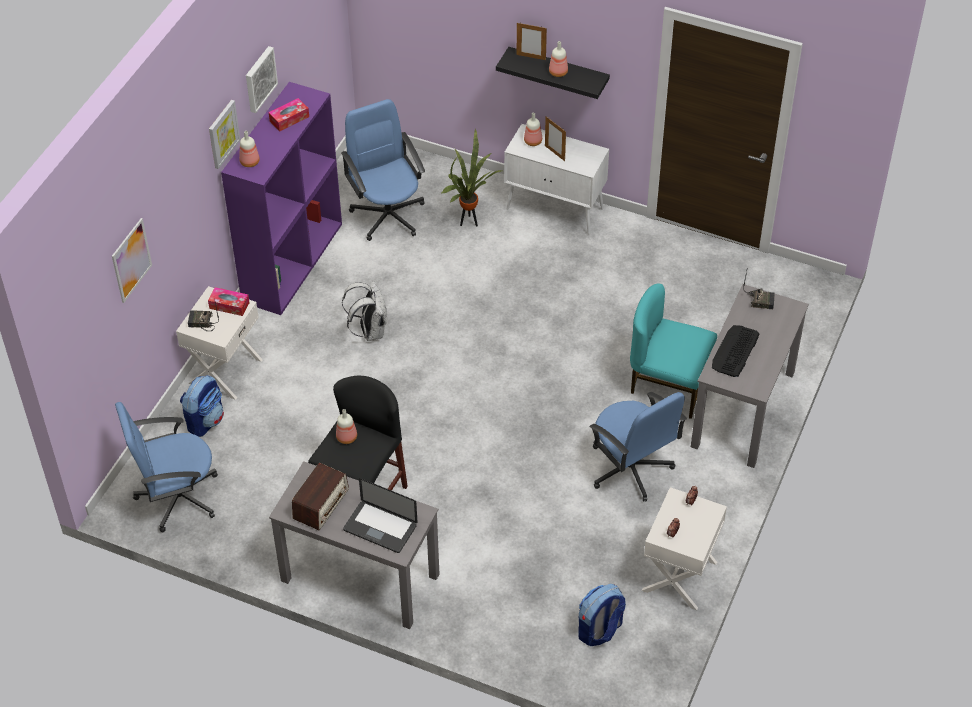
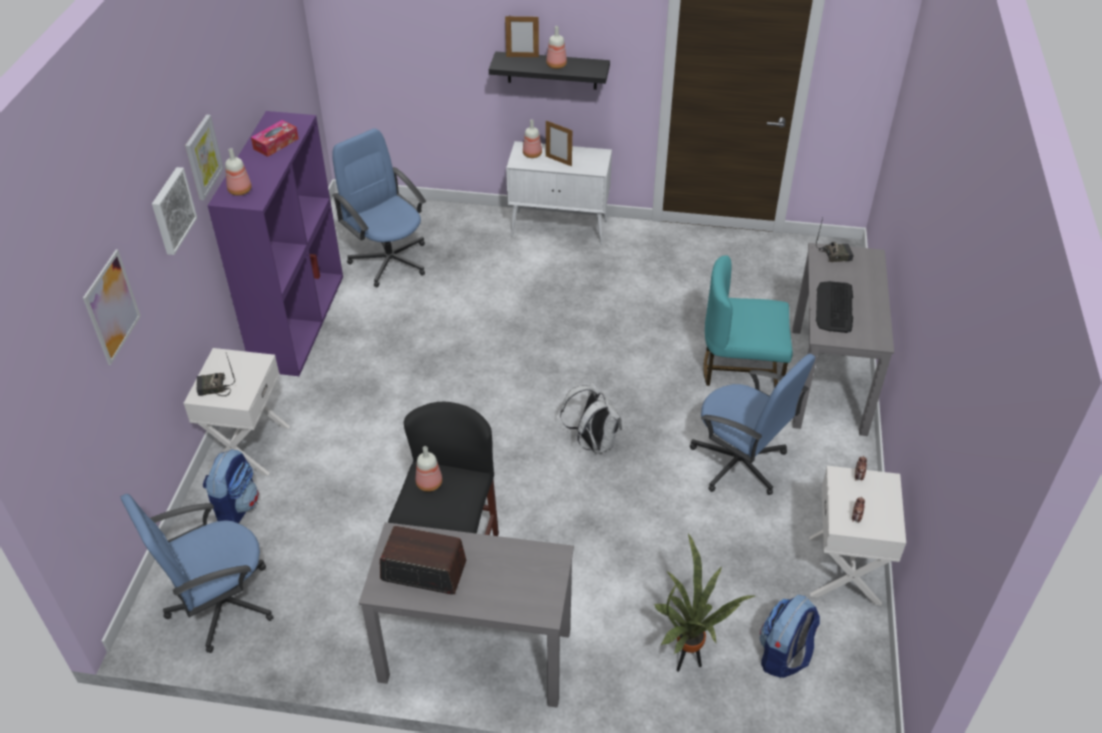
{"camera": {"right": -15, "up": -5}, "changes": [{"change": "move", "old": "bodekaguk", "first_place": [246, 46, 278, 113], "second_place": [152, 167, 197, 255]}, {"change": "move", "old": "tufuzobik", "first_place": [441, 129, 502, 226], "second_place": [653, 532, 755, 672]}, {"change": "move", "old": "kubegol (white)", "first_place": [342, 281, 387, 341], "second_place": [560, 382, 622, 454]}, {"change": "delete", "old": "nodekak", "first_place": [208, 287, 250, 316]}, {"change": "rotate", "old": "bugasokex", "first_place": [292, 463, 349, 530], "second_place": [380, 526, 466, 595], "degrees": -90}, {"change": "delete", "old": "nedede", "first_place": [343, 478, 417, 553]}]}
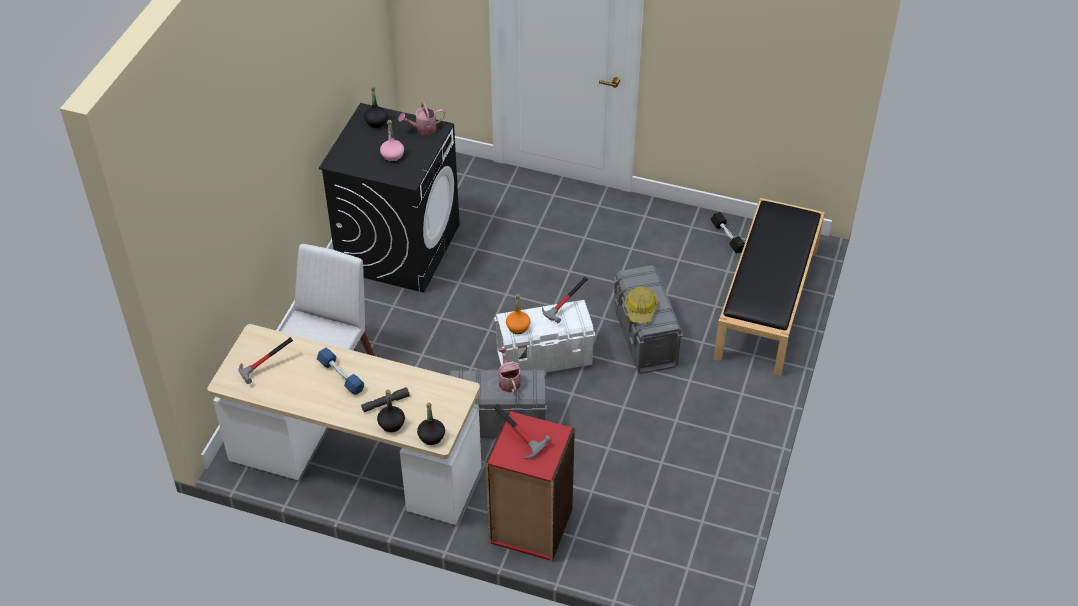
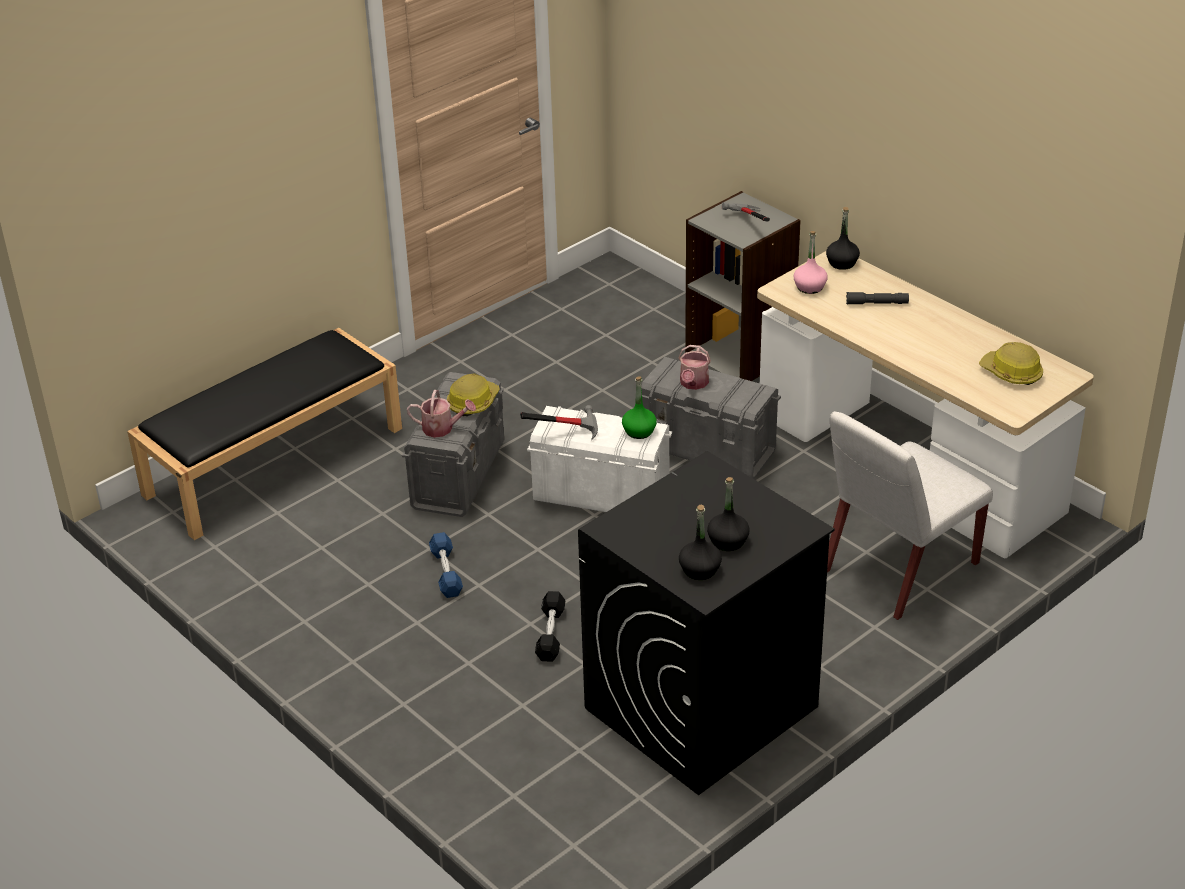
{"camera": {"right": -150, "up": -10}, "changes": [{"change": "move", "old": "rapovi", "first_place": [398, 103, 445, 135], "second_place": [407, 390, 476, 438]}, {"change": "move", "old": "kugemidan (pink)", "first_place": [380, 120, 404, 162], "second_place": [794, 231, 828, 294]}, {"change": "move", "old": "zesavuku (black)", "first_place": [711, 212, 745, 253], "second_place": [535, 591, 566, 662]}, {"change": "recolor", "old": "kugemidan (orange)", "new": "kugemidan (green)", "first_place": [506, 294, 531, 334], "second_place": [622, 376, 657, 439]}, {"change": "replace", "old": "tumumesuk", "new": "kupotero", "first_place": [238, 337, 293, 384], "second_place": [979, 342, 1043, 385]}, {"change": "move", "old": "zesavuku (blue)", "first_place": [317, 348, 364, 395], "second_place": [429, 532, 463, 598]}, {"change": "move", "old": "kugemidan (black)", "first_place": [377, 389, 405, 432], "second_place": [707, 477, 750, 551]}, {"change": "recolor", "old": "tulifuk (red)", "new": "tulifuk (grey)", "first_place": [485, 410, 575, 561], "second_place": [685, 191, 801, 381]}]}
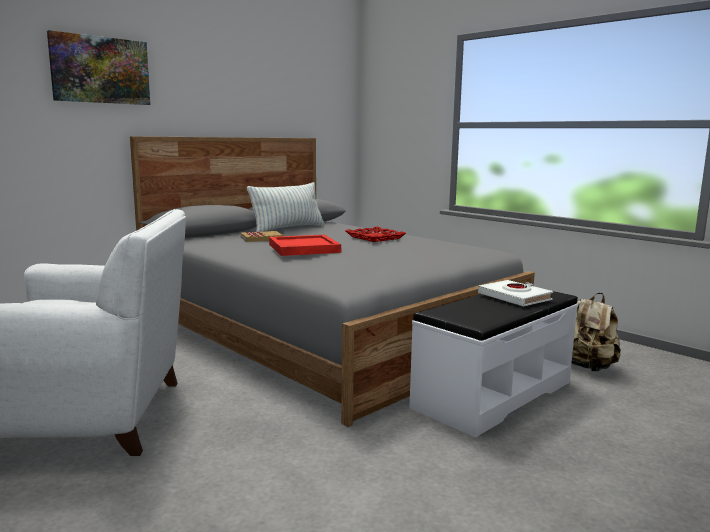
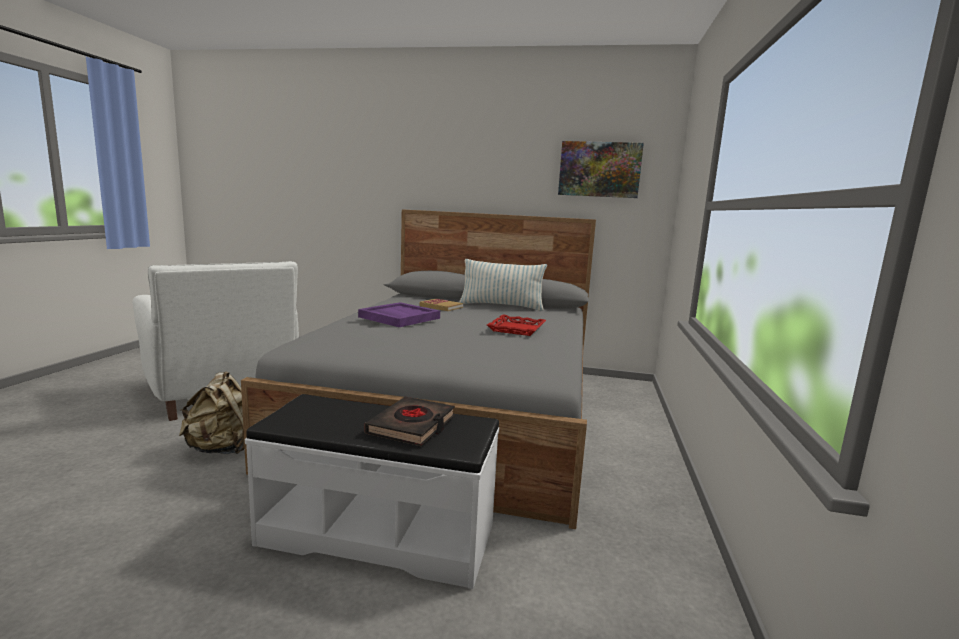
{"camera": {"right": 55, "up": 0}, "changes": [{"change": "move", "old": "bodekaguk", "first_place": [47, 30, 150, 105], "second_place": [558, 141, 644, 198]}, {"change": "recolor", "old": "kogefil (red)", "new": "kogefil (purple)", "first_place": [269, 235, 341, 256], "second_place": [358, 302, 440, 327]}, {"change": "recolor", "old": "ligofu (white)", "new": "ligofu (black)", "first_place": [478, 280, 553, 306], "second_place": [365, 397, 455, 446]}, {"change": "move", "old": "kubegol (beige)", "first_place": [572, 293, 621, 371], "second_place": [179, 371, 245, 454]}]}
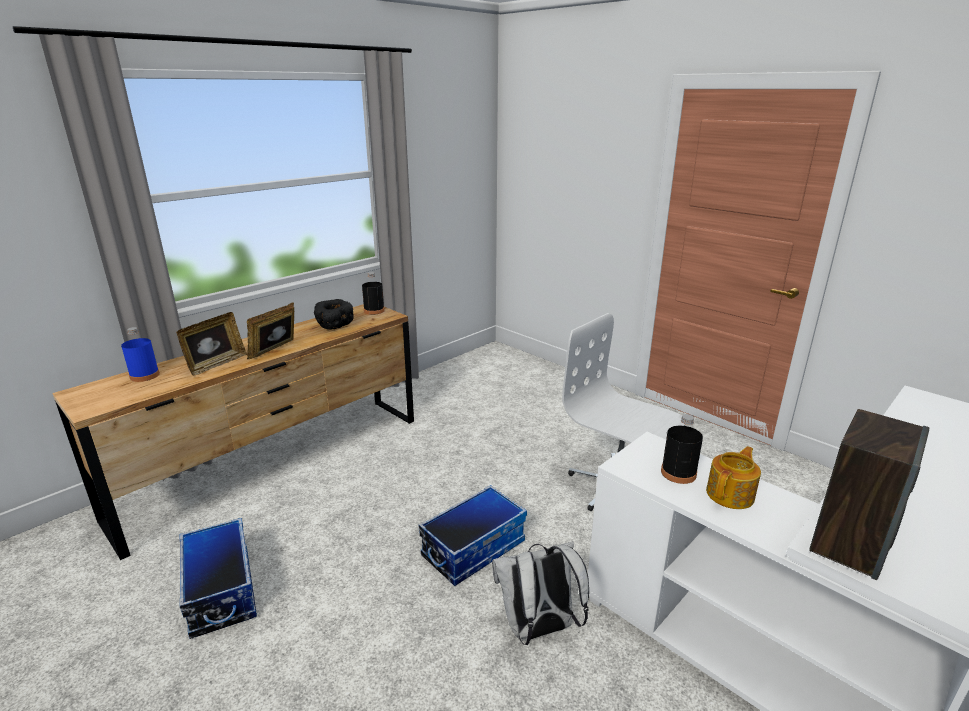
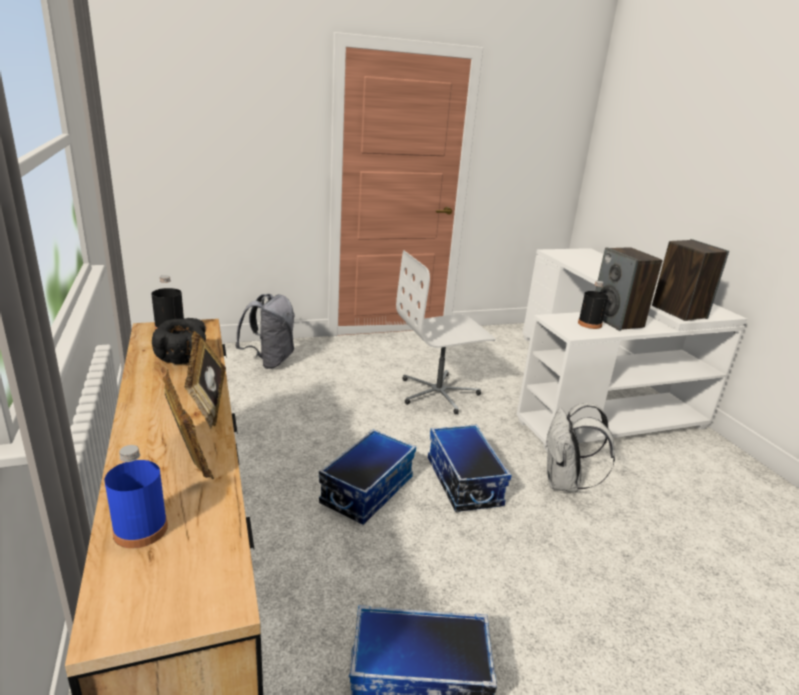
{"camera": {"right": -65, "up": 0}, "changes": [{"change": "replace", "old": "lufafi", "new": "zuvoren", "first_place": [706, 446, 761, 509], "second_place": [595, 247, 663, 330]}, {"change": "insert", "new": "kubegol (grey)", "second_place": [235, 294, 295, 369]}, {"change": "insert", "new": "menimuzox", "second_place": [319, 429, 416, 525]}]}
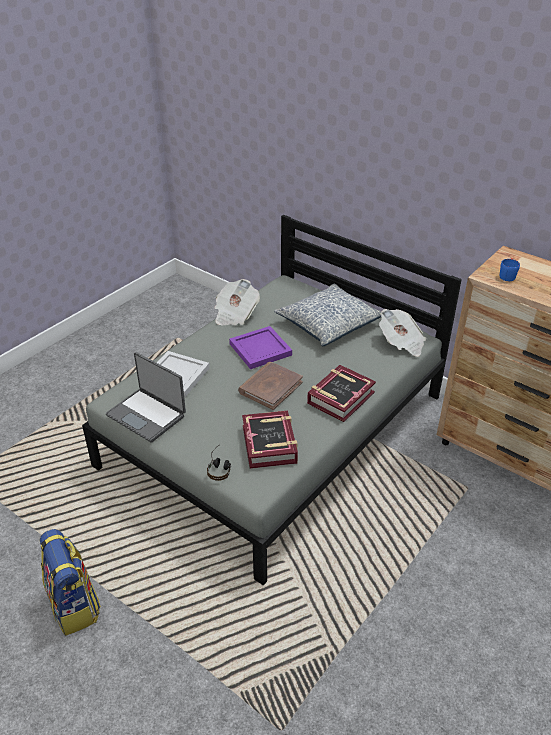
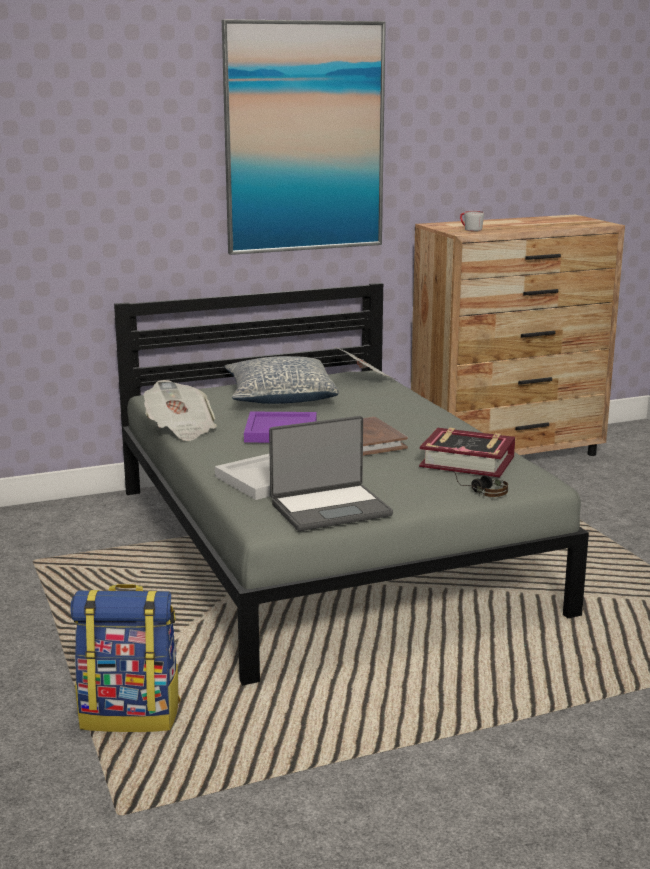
{"camera": {"right": -60, "up": -20}, "changes": [{"change": "recolor", "old": "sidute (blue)", "new": "sidute (grey)", "first_place": [500, 258, 520, 281], "second_place": [460, 211, 484, 231]}, {"change": "delete", "old": "ligofu", "first_place": [307, 365, 376, 422]}, {"change": "move", "old": "kubegol", "first_place": [40, 529, 101, 636], "second_place": [70, 584, 181, 732]}, {"change": "insert", "new": "bodekaguk", "second_place": [222, 19, 386, 255]}]}
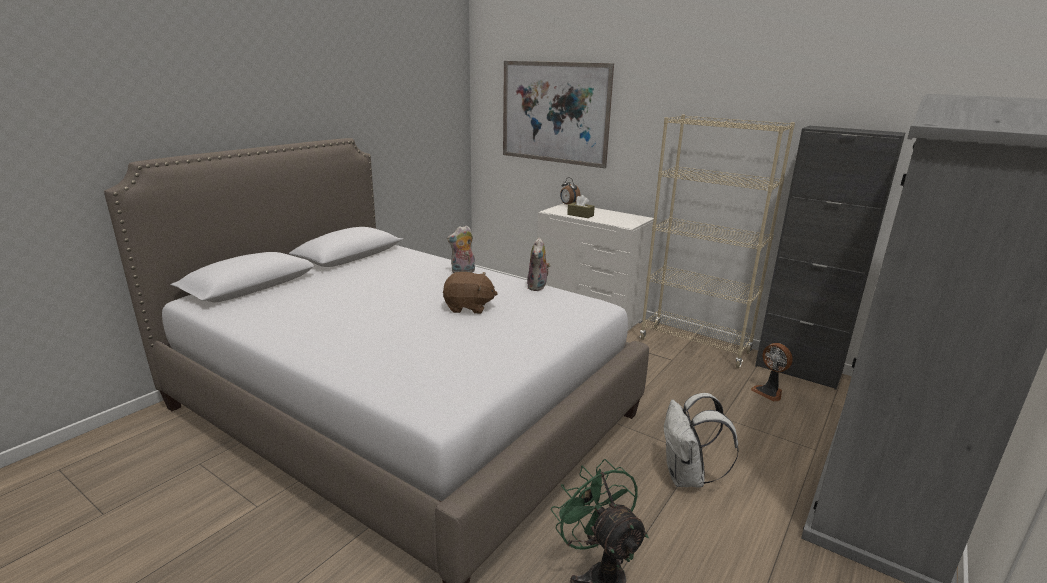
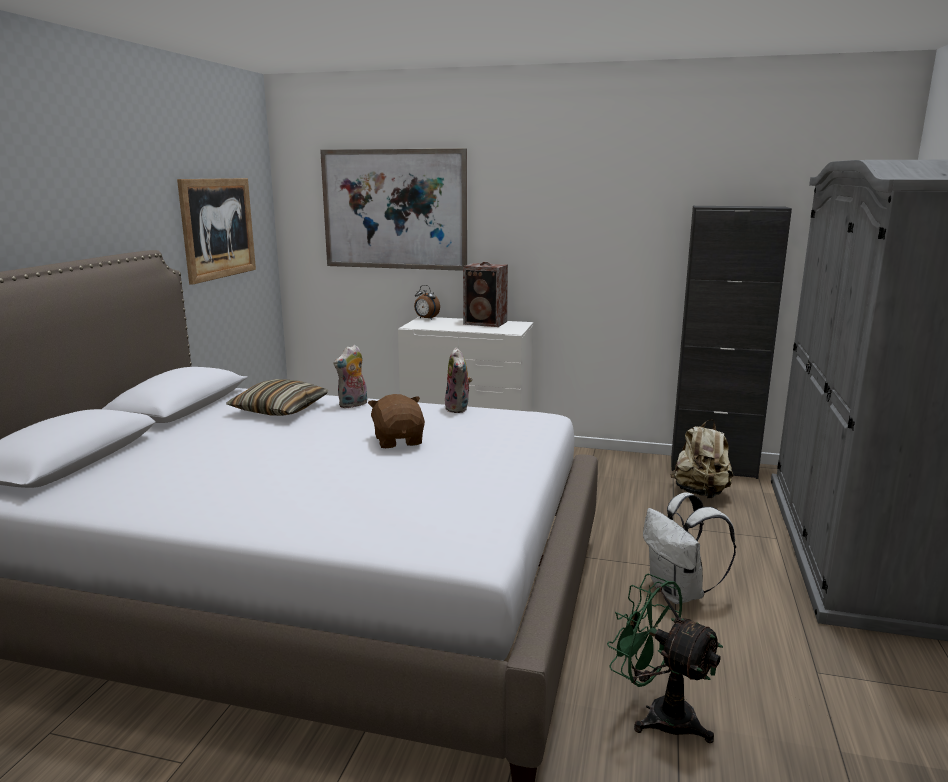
{"camera": {"right": -20, "up": -5}, "changes": [{"change": "delete", "old": "tulifuk (beige)", "first_place": [640, 114, 795, 368]}, {"change": "delete", "old": "nodekak (brown)", "first_place": [567, 195, 595, 218]}, {"change": "rotate", "old": "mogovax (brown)", "first_place": [443, 272, 498, 314], "second_place": [368, 394, 425, 448], "degrees": -90}, {"change": "replace", "old": "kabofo", "new": "kubegol (beige)", "first_place": [751, 343, 793, 402], "second_place": [670, 419, 733, 498]}, {"change": "insert", "new": "bodekaguk", "second_place": [177, 178, 256, 285]}, {"change": "insert", "new": "zuvoren", "second_place": [463, 262, 508, 327]}, {"change": "insert", "new": "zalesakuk", "second_place": [226, 379, 329, 416]}]}
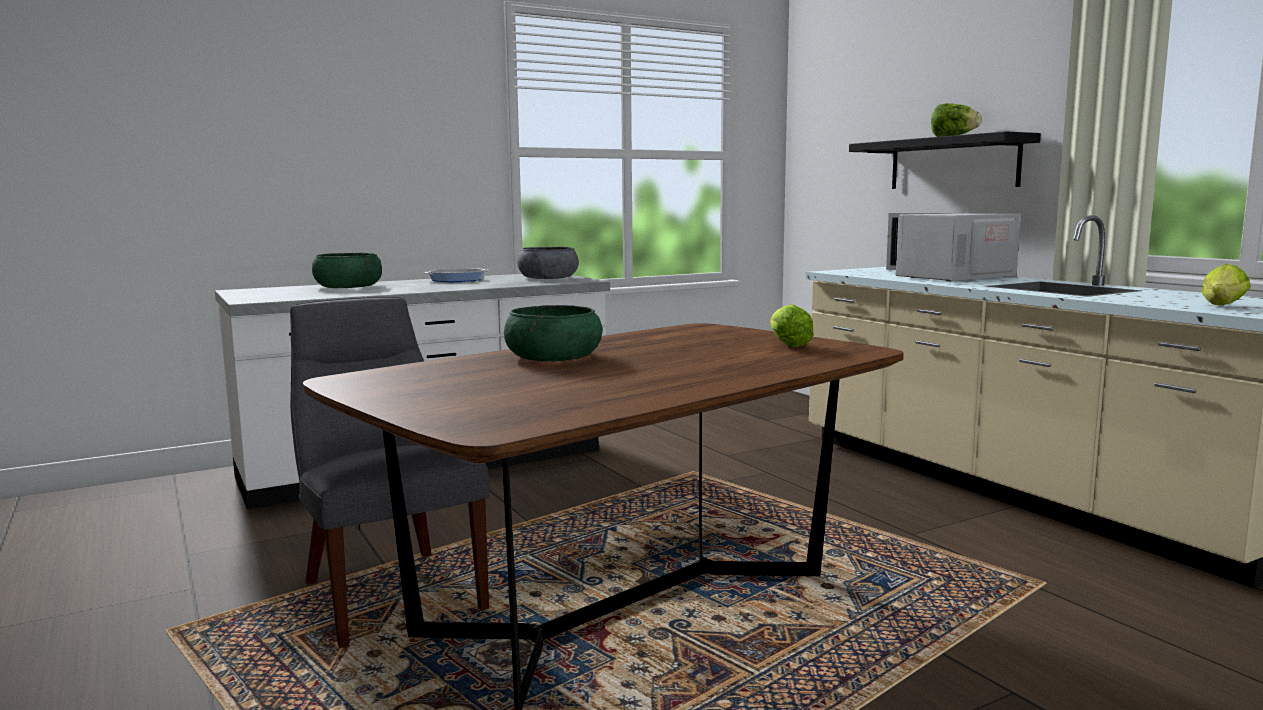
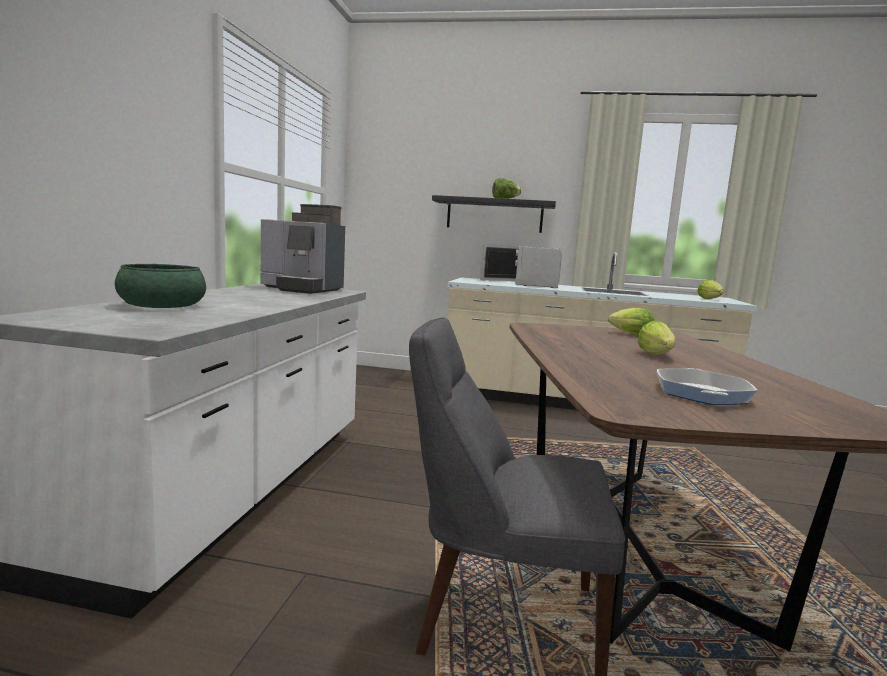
{"camera": {"right": -50, "up": 0}, "changes": [{"change": "replace", "old": "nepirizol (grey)", "new": "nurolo", "first_place": [517, 247, 579, 279], "second_place": [261, 204, 345, 294]}, {"change": "move", "old": "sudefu", "first_place": [424, 268, 489, 282], "second_place": [657, 368, 758, 405]}, {"change": "delete", "old": "nepirizol (green)", "first_place": [504, 305, 603, 361]}, {"change": "insert", "new": "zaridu", "second_place": [637, 321, 676, 355]}]}
